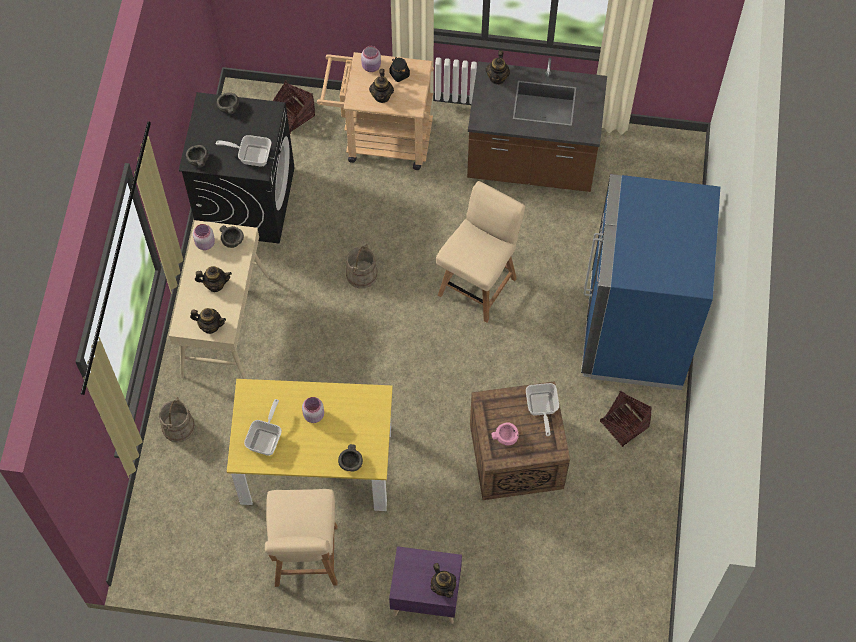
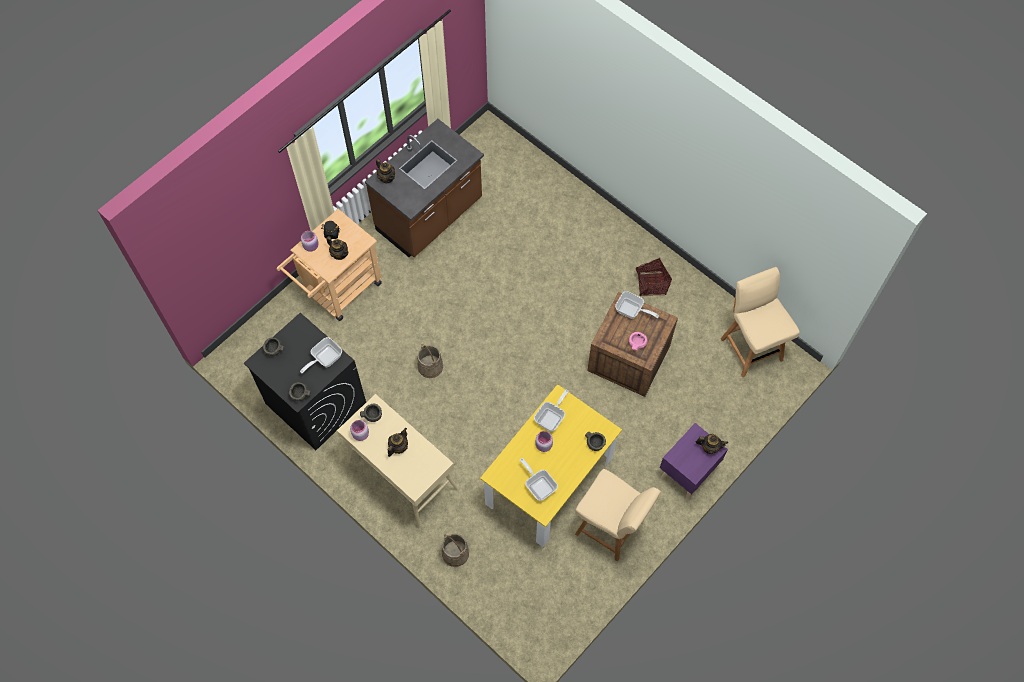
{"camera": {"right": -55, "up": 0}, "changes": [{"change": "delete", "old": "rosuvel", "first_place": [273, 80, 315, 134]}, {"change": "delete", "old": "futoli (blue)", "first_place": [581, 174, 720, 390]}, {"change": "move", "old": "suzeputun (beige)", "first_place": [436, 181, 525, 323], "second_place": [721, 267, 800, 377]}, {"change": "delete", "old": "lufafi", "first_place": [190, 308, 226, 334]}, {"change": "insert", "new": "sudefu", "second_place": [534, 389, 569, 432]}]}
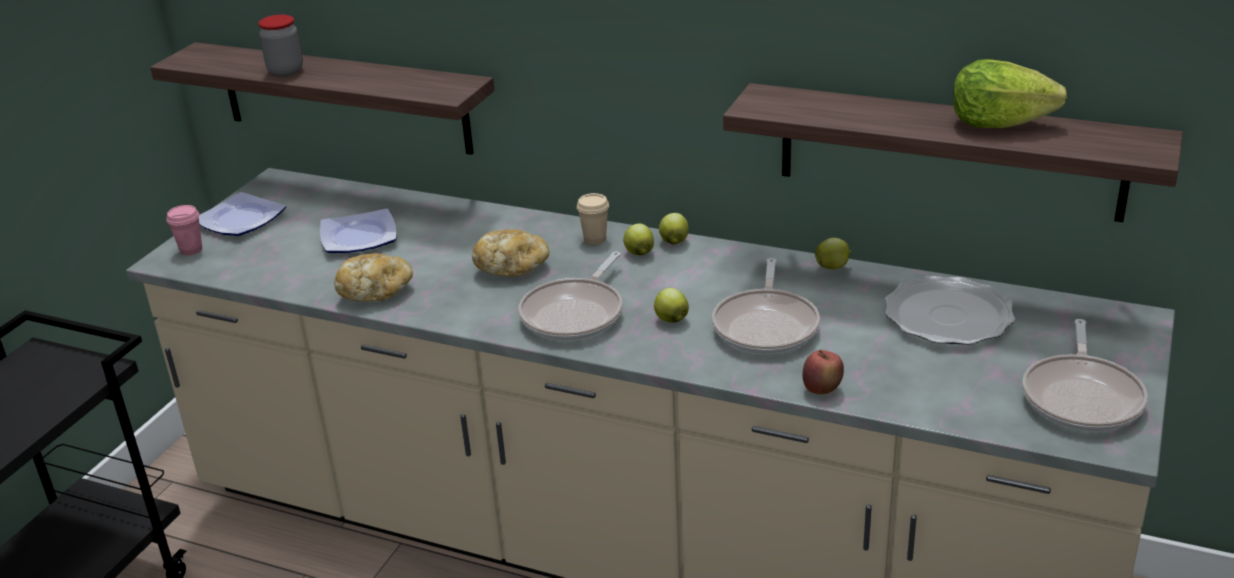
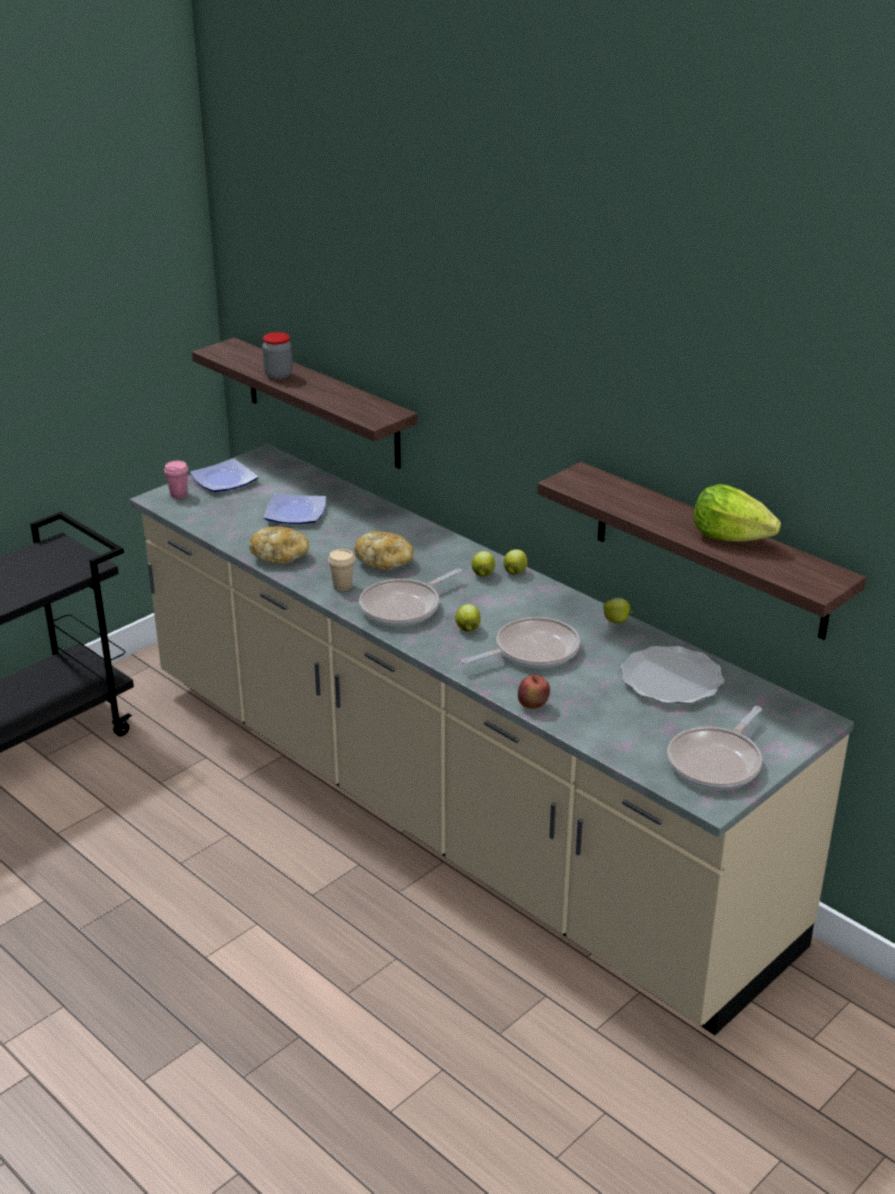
{"camera": {"right": 20, "up": 0}, "changes": [{"change": "move", "old": "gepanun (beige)", "first_place": [577, 193, 609, 245], "second_place": [328, 549, 355, 591]}, {"change": "rotate", "old": "sudefu", "first_place": [712, 258, 820, 354], "second_place": [461, 617, 580, 668], "degrees": -150}]}
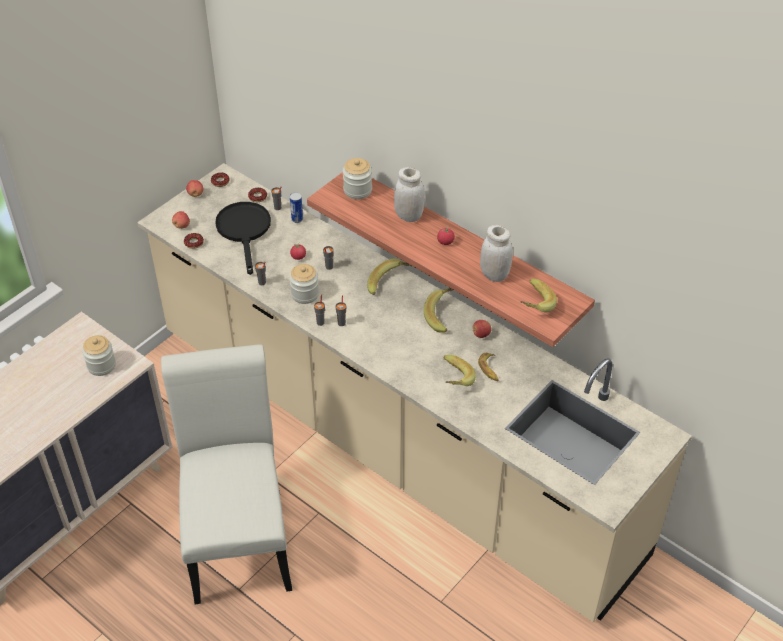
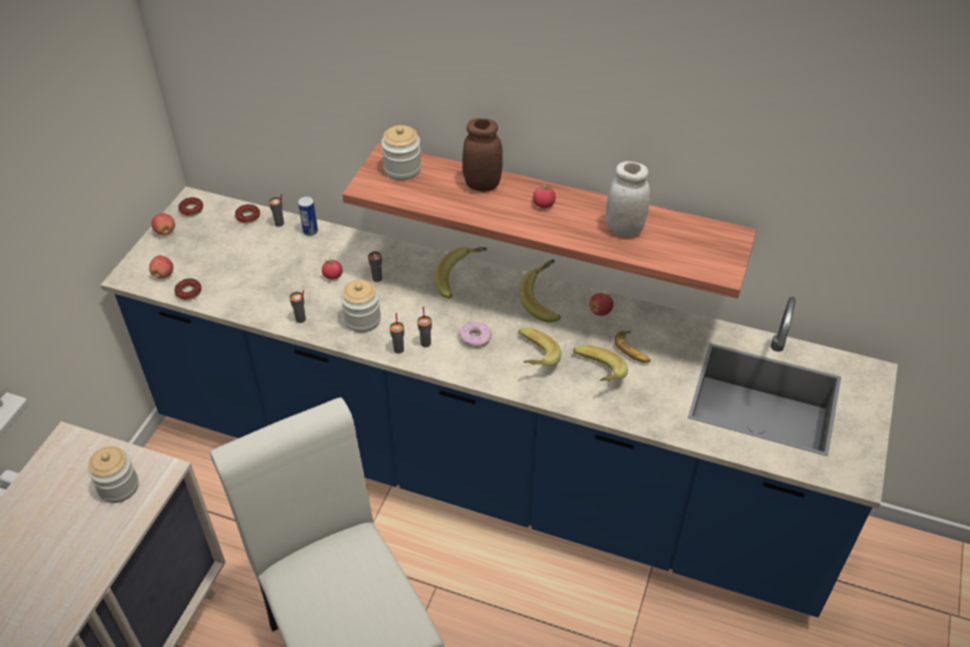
{"camera": {"right": -20, "up": 0}, "changes": [{"change": "recolor", "old": "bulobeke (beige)", "new": "bulobeke (blue)", "first_place": [137, 163, 692, 622], "second_place": [101, 187, 898, 617]}, {"change": "recolor", "old": "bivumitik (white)", "new": "bivumitik (brown)", "first_place": [394, 167, 425, 222], "second_place": [462, 118, 503, 192]}, {"change": "delete", "old": "sudefu (black)", "first_place": [215, 202, 271, 275]}, {"change": "move", "old": "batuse", "first_place": [521, 279, 557, 312], "second_place": [518, 328, 561, 366]}, {"change": "insert", "new": "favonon", "second_place": [459, 322, 492, 348]}]}
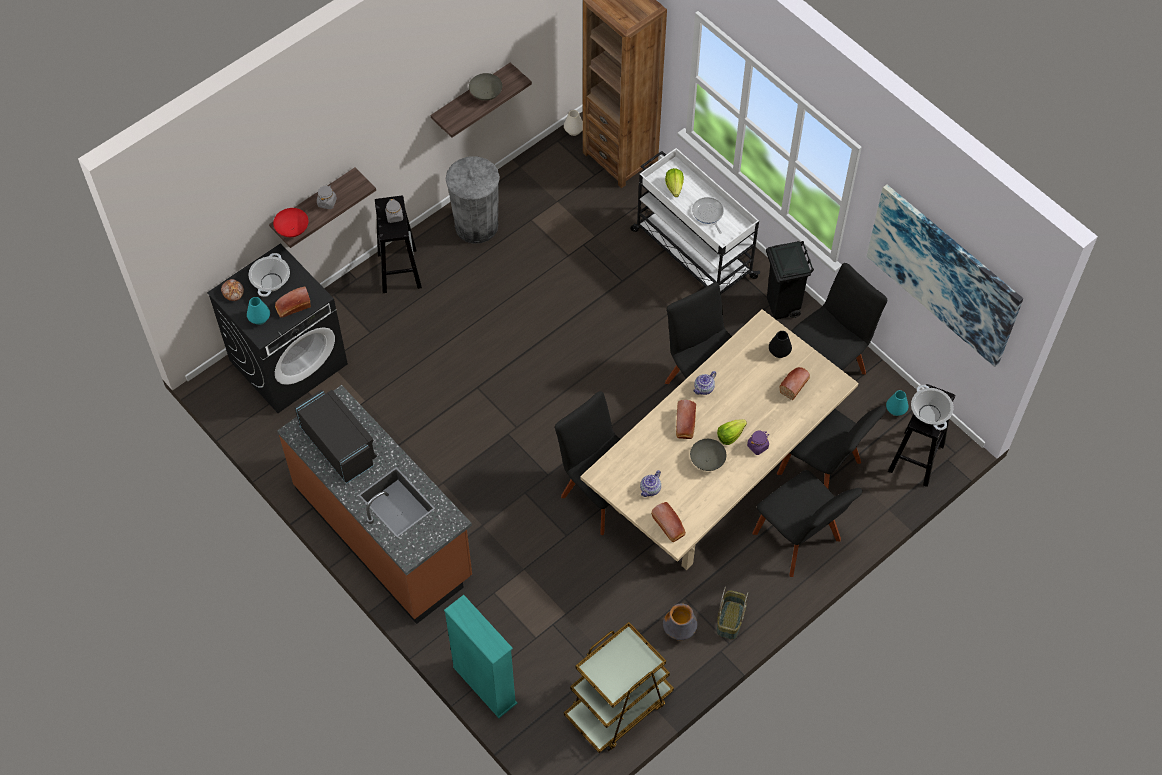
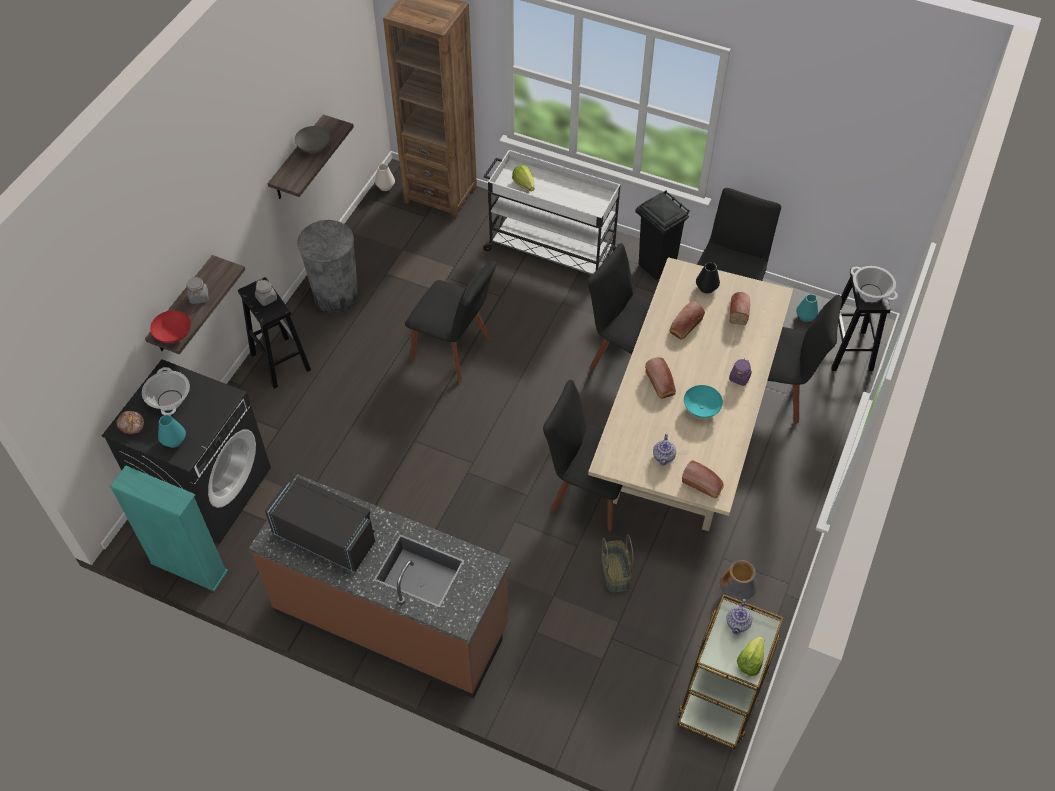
{"camera": {"right": -25, "up": -5}, "changes": [{"change": "delete", "old": "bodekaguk", "first_place": [867, 184, 1023, 367]}, {"change": "delete", "old": "sudefu", "first_place": [692, 197, 724, 234]}, {"change": "move", "old": "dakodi", "first_place": [275, 286, 311, 318], "second_place": [670, 301, 705, 340]}, {"change": "move", "old": "lufafi", "first_place": [693, 371, 716, 395], "second_place": [727, 599, 752, 635]}, {"change": "move", "old": "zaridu", "first_place": [717, 419, 747, 445], "second_place": [737, 636, 764, 676]}, {"change": "recolor", "old": "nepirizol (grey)", "new": "nepirizol (turquoise)", "first_place": [690, 439, 726, 471], "second_place": [684, 385, 723, 418]}, {"change": "move", "old": "suzeputun (black)", "first_place": [752, 470, 862, 577], "second_place": [405, 260, 496, 383]}, {"change": "move", "old": "rosuvel", "first_place": [717, 586, 748, 640], "second_place": [601, 535, 634, 593]}, {"change": "move", "old": "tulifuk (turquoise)", "first_place": [444, 595, 517, 718], "second_place": [110, 465, 228, 591]}]}
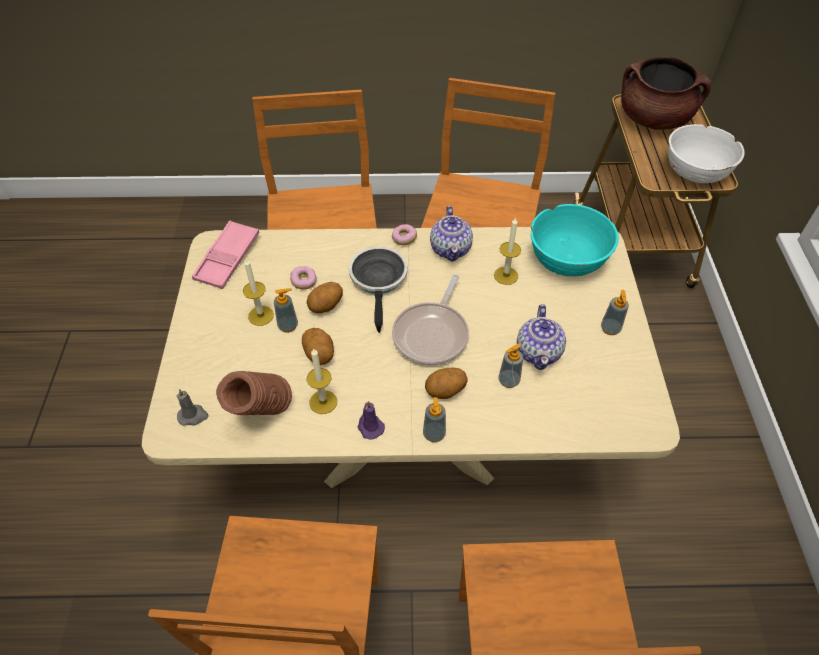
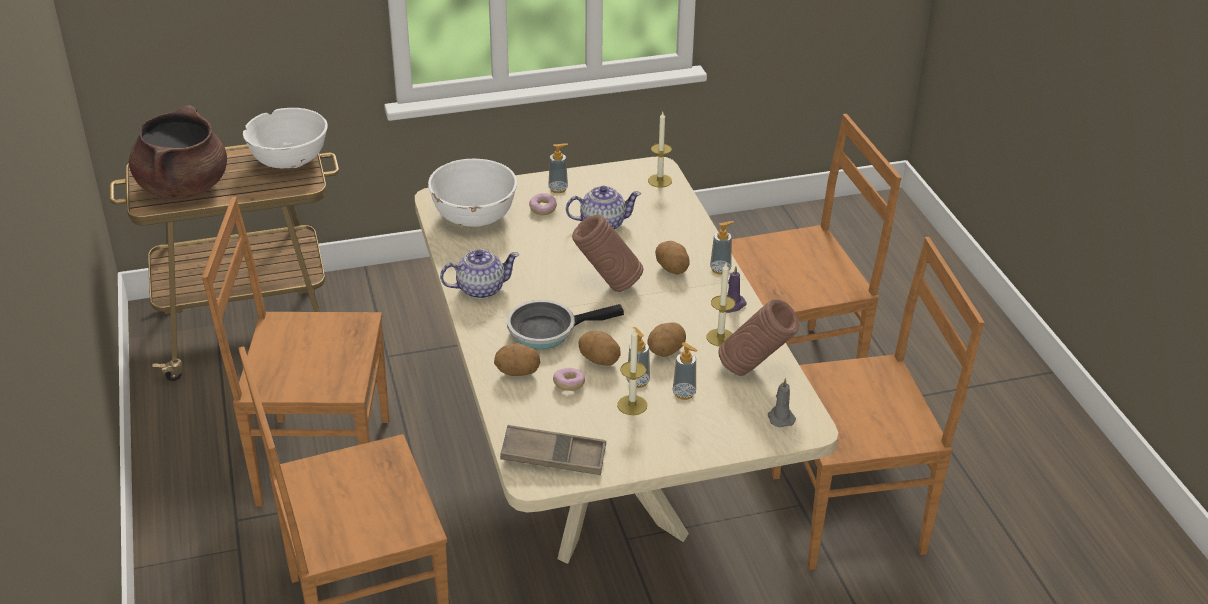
{"camera": {"right": -105, "up": -15}, "changes": [{"change": "recolor", "old": "nepirizol (turquoise)", "new": "nepirizol (white)", "first_place": [530, 204, 619, 276], "second_place": [428, 159, 517, 227]}, {"change": "move", "old": "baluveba", "first_place": [494, 217, 521, 285], "second_place": [648, 112, 672, 188]}, {"change": "recolor", "old": "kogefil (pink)", "new": "kogefil (brown)", "first_place": [192, 221, 260, 289], "second_place": [500, 425, 606, 475]}, {"change": "move", "old": "favonon", "first_place": [392, 224, 417, 245], "second_place": [529, 193, 557, 215]}, {"change": "replace", "old": "sudefu", "new": "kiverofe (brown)", "first_place": [392, 274, 469, 365], "second_place": [572, 215, 643, 292]}, {"change": "move", "old": "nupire", "first_place": [498, 344, 523, 388], "second_place": [672, 342, 697, 400]}, {"change": "insert", "new": "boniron", "second_place": [494, 343, 540, 376]}]}
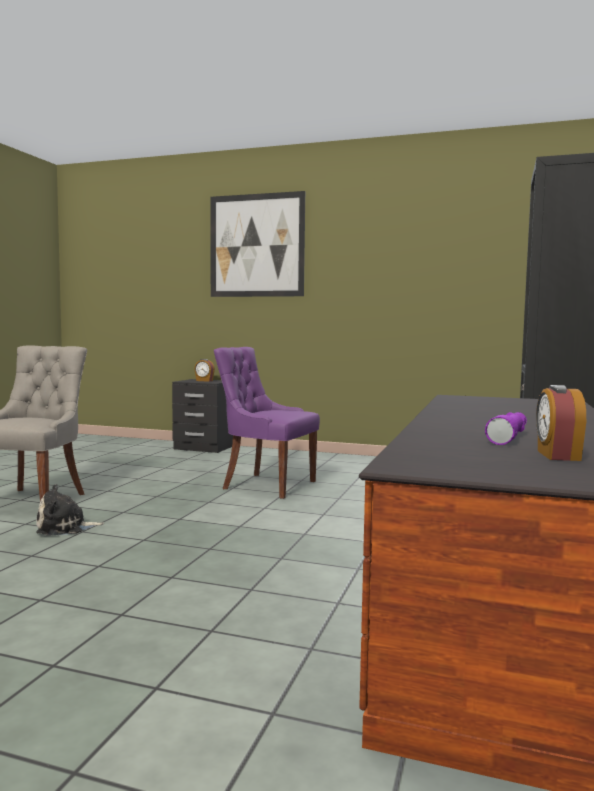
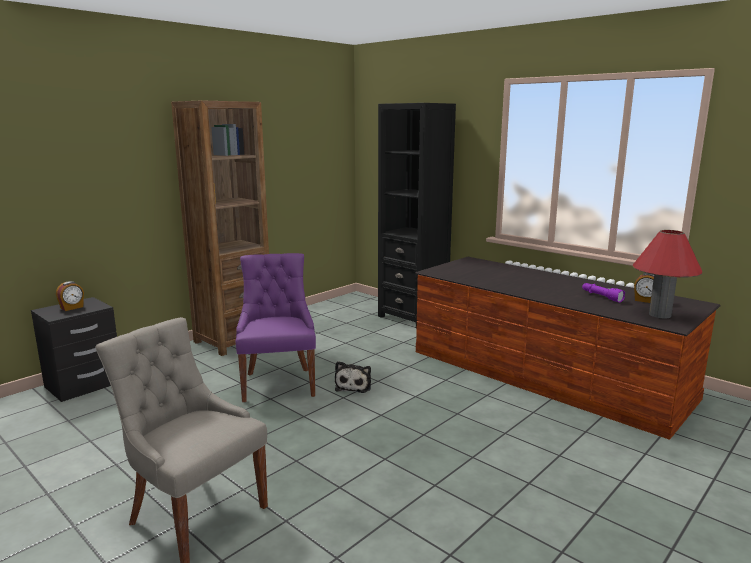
{"camera": {"right": -65, "up": 10}, "changes": [{"change": "delete", "old": "bodekaguk", "first_place": [211, 191, 305, 297]}, {"change": "rotate", "old": "suzeputun (purple)", "first_place": [214, 347, 320, 499], "second_place": [236, 253, 316, 402], "degrees": 120}, {"change": "move", "old": "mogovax", "first_place": [36, 484, 104, 536], "second_place": [335, 361, 371, 393]}, {"change": "insert", "new": "tulifuk (brown)", "second_place": [171, 100, 269, 356]}, {"change": "insert", "new": "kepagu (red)", "second_place": [632, 230, 702, 318]}]}
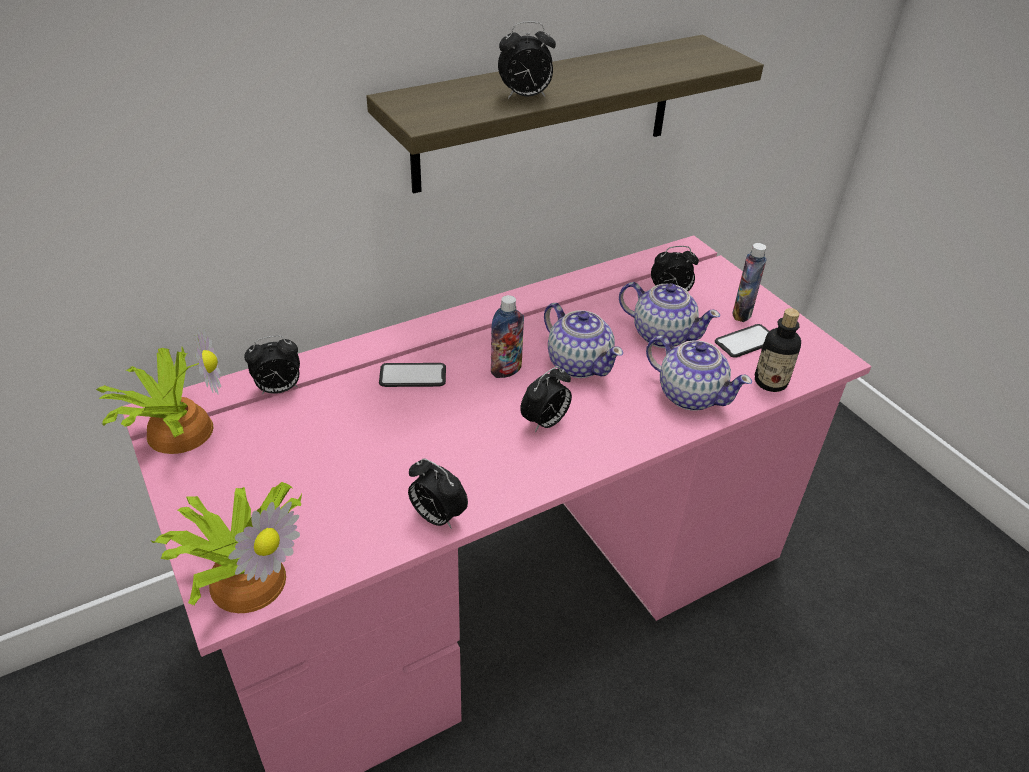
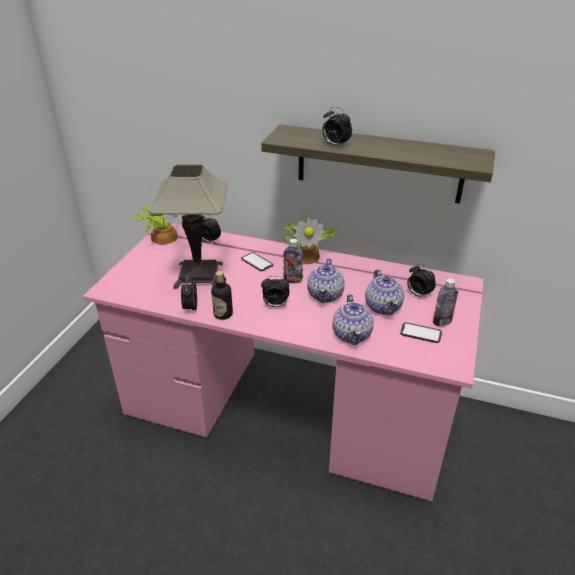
{"camera": {"right": 50, "up": -5}, "changes": [{"change": "move", "old": "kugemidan", "first_place": [755, 308, 801, 392], "second_place": [211, 271, 233, 320]}, {"change": "move", "old": "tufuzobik", "first_place": [150, 482, 302, 613], "second_place": [280, 217, 337, 264]}, {"change": "insert", "new": "kepagu", "second_place": [149, 164, 227, 288]}]}
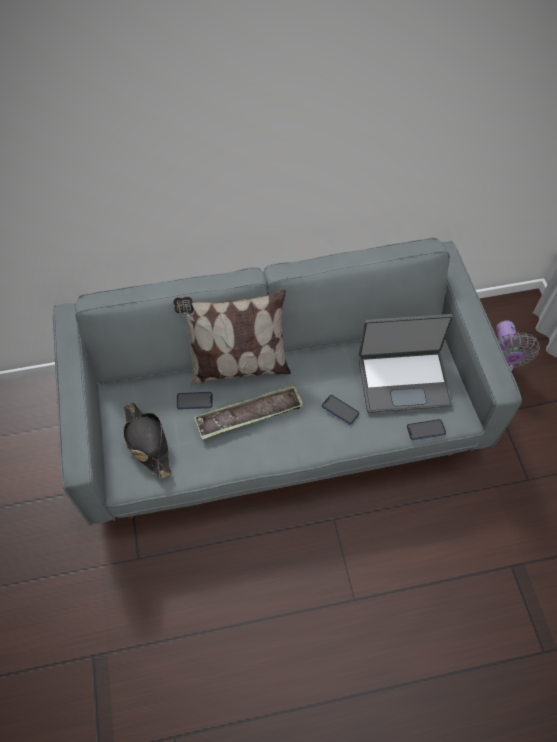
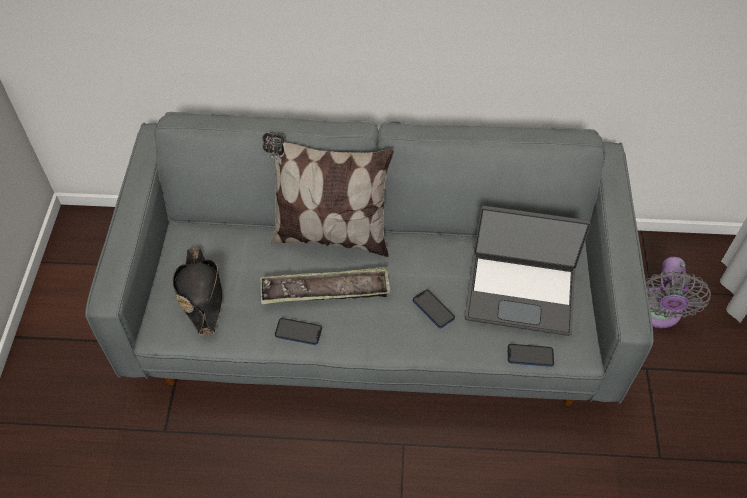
{"camera": {"right": 15, "up": -5}, "changes": [{"change": "move", "old": "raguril", "first_place": [177, 392, 213, 410], "second_place": [275, 318, 322, 345]}]}
